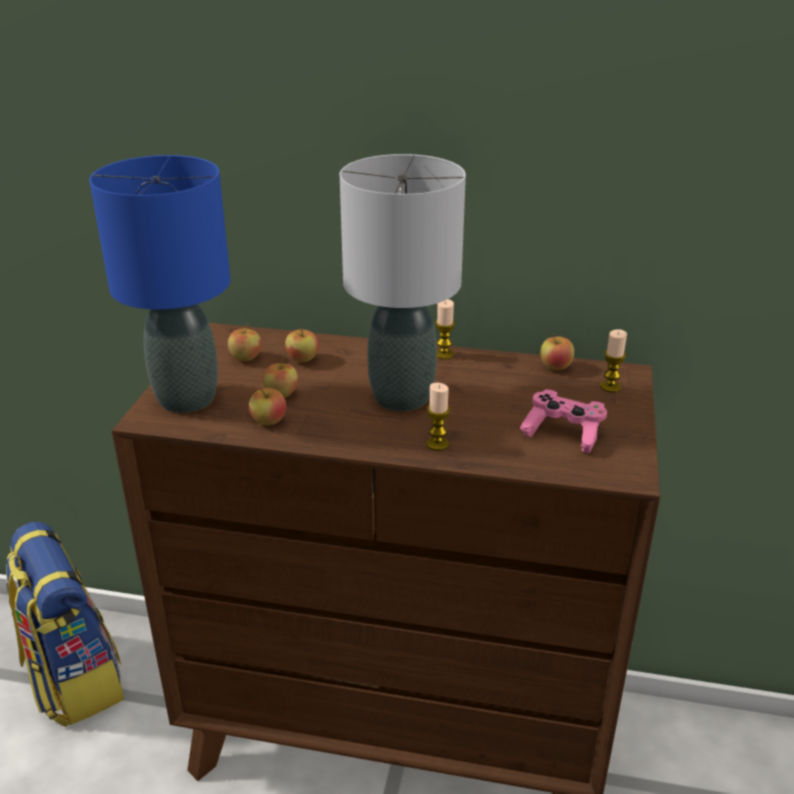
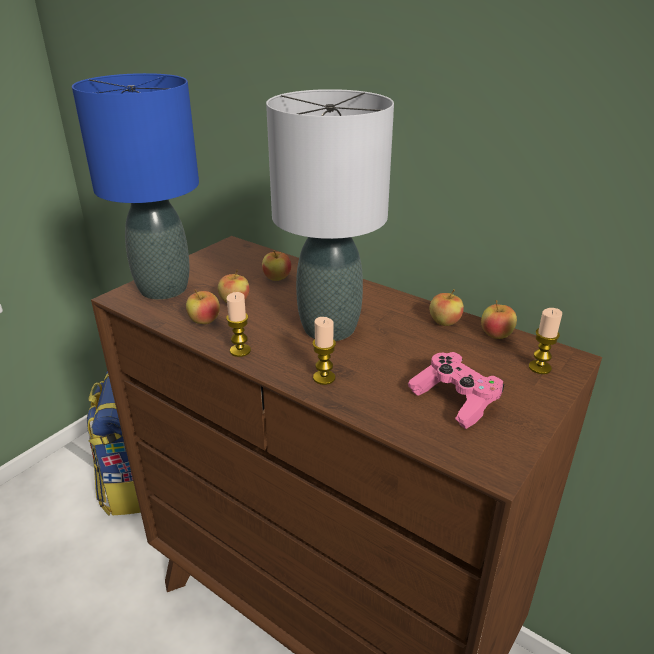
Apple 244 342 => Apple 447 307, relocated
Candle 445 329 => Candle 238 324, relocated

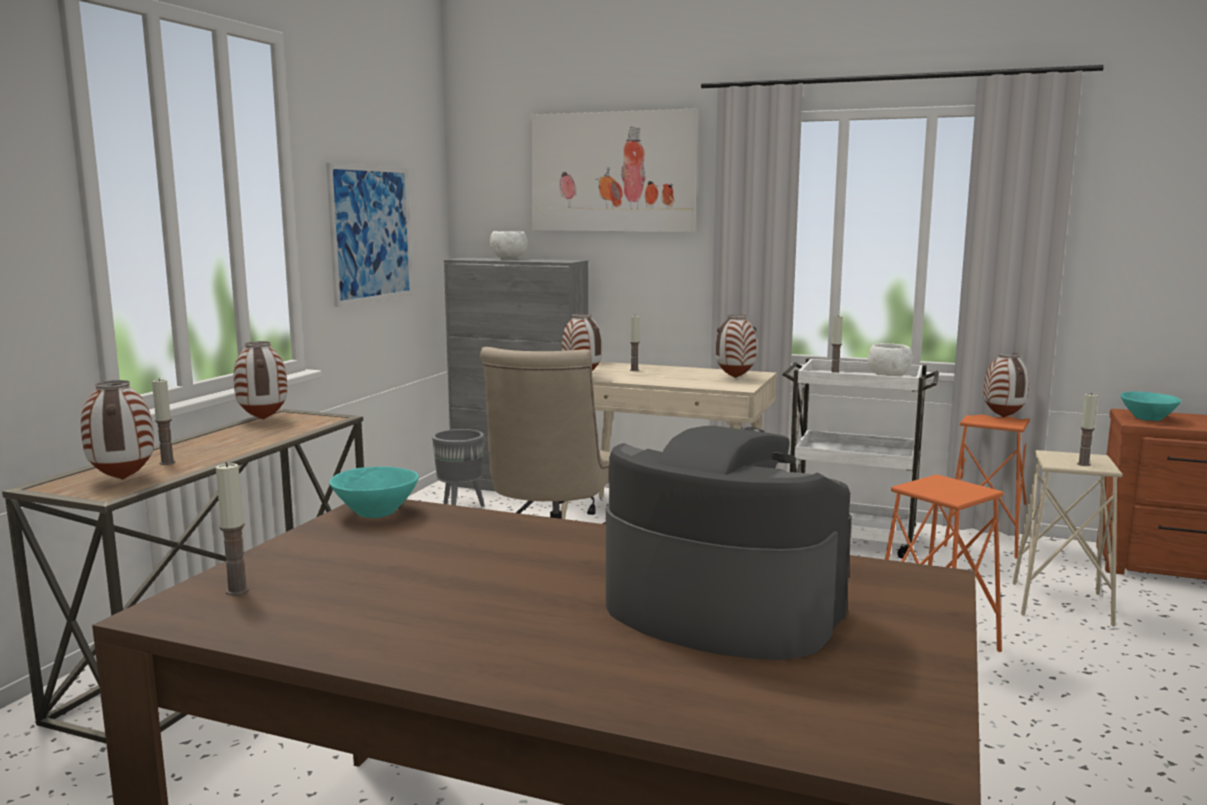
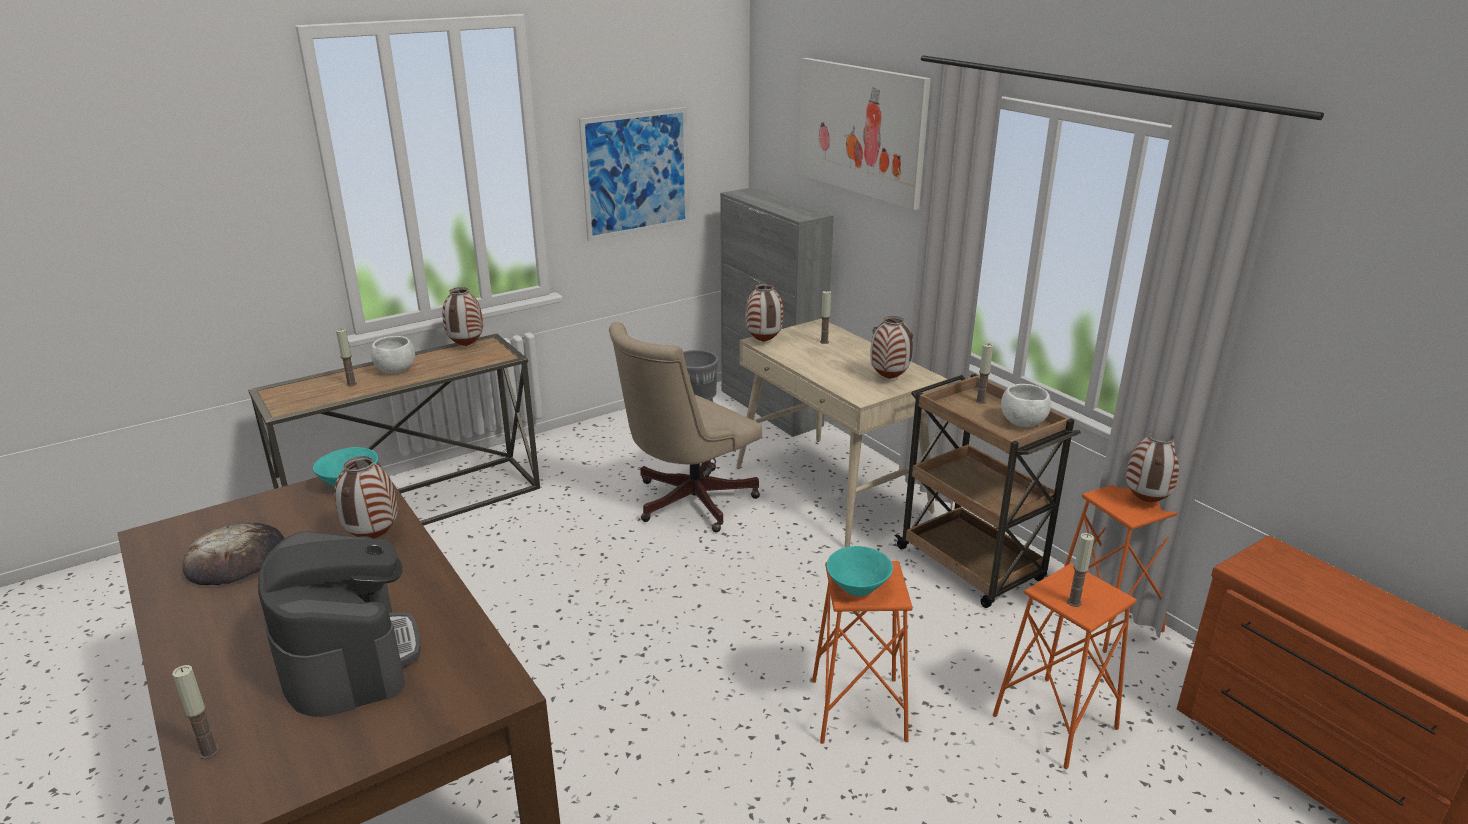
Vase 117 430 => Vase 365 497, relocated
Candle 233 528 => Candle 196 712, relocated
WhiteBowl 508 245 => WhiteBowl 393 354, relocated
WhiteCart 861 458 => BrownCart 988 491
BeigeStool 1067 538 => OrangeStool 1065 666
TurquoiseBowl 1151 406 => TurquoiseBowl 860 571, relocated
nothing => Bread 234 554

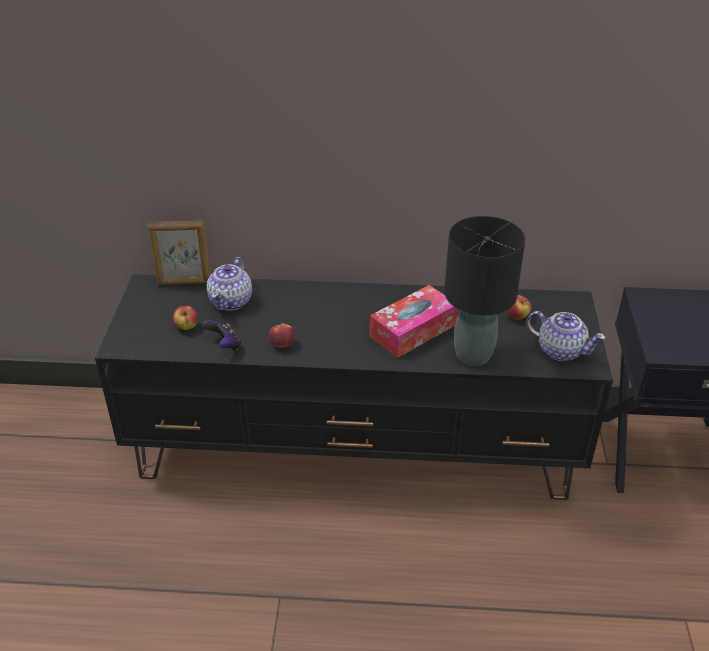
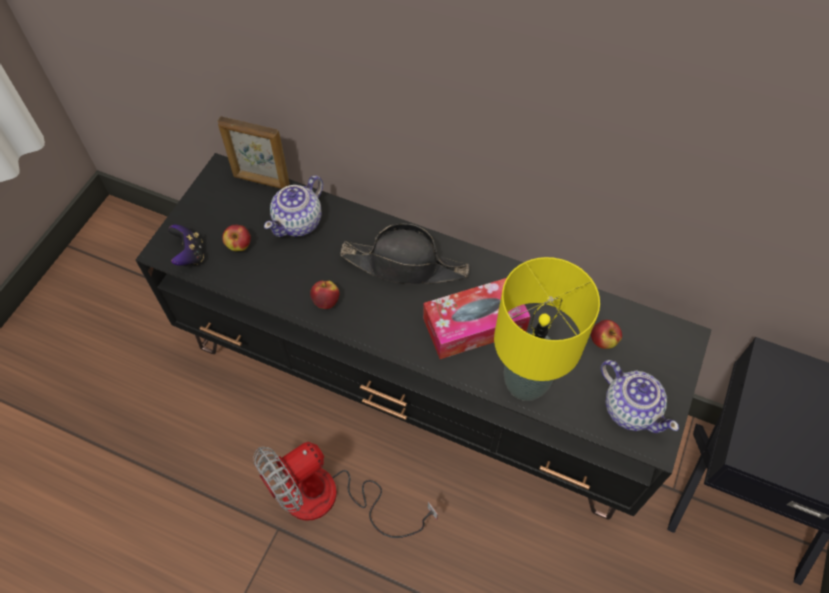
GameController 222 335 => GameController 186 245, relocated
BlackTableLamp 484 291 => YellowTableLamp 547 329
nothing => Fan 346 490
nothing => BlackHat 404 254

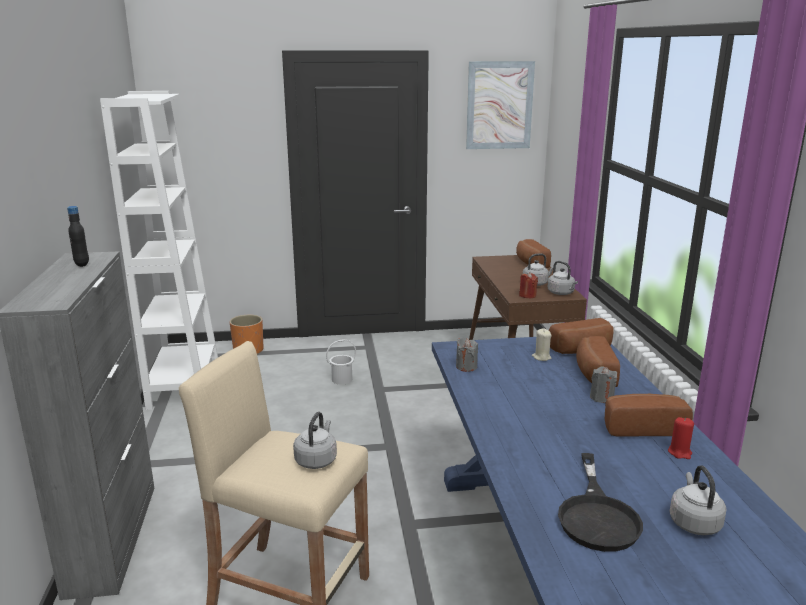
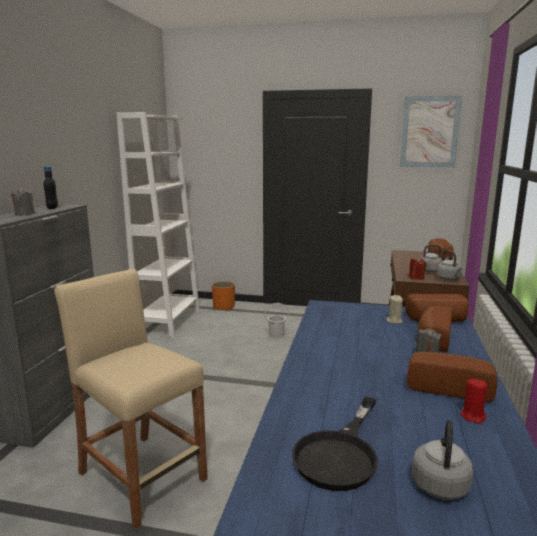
GreyKettle 315 440 => nothing
GreyCandle 467 354 => GreyCandle 23 201, relocated

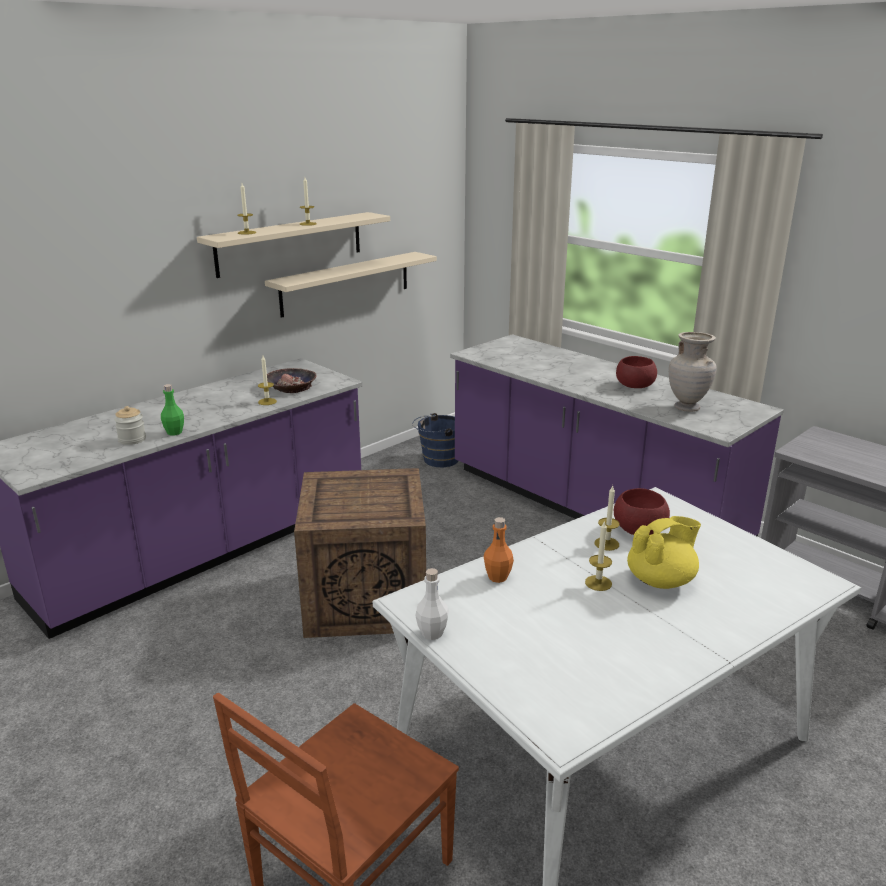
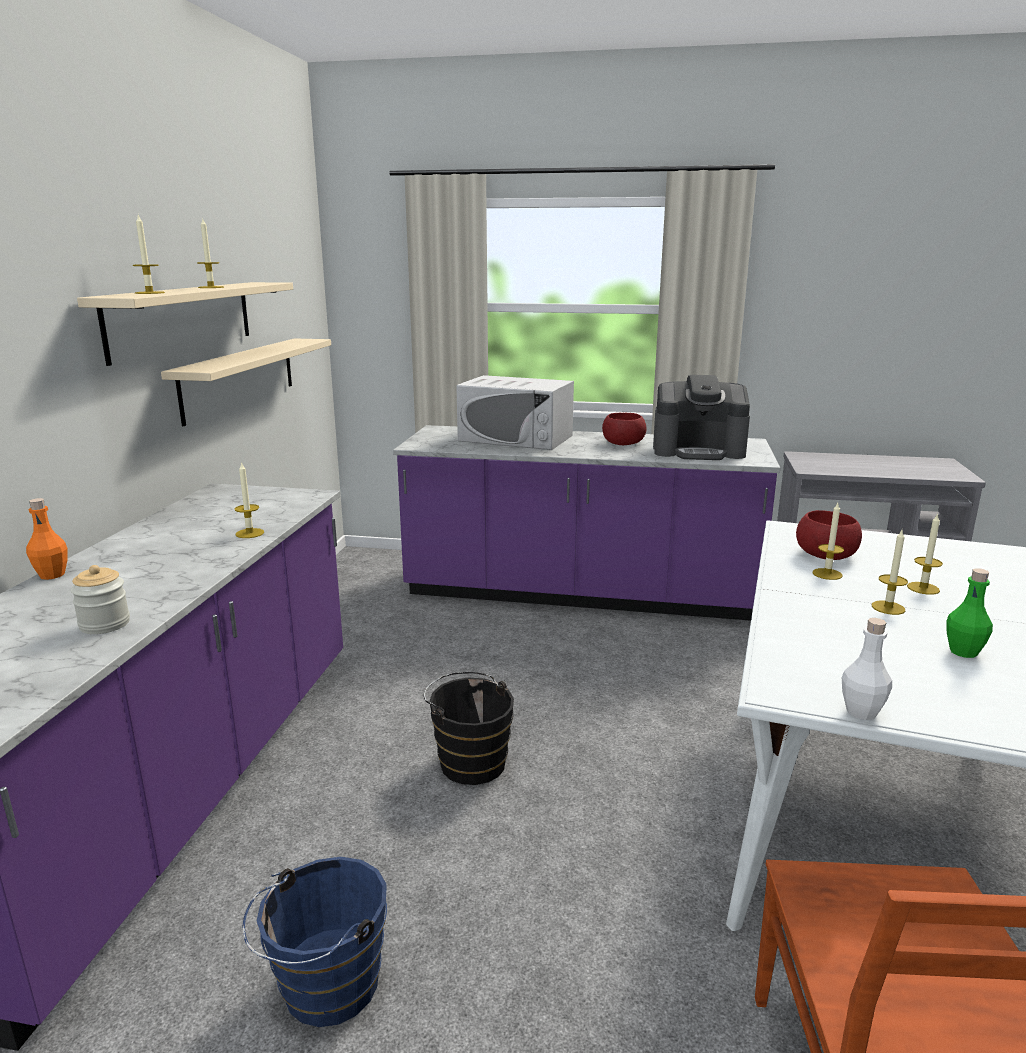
GreenBottle 172 410 => GreenBottle 970 613, relocated
Bowl 292 380 => nothing
Crate 360 553 => BlackBucket 469 728
BlueBucket 435 440 => BlueBucket 315 942, relocated
OrangeBottle 499 550 => OrangeBottle 47 539, relocated
YellowTeapot 664 552 => Candle 925 554
BeigeVase 693 372 => CoffeeMachine 701 417
nothing => WhiteMicrowave 515 412

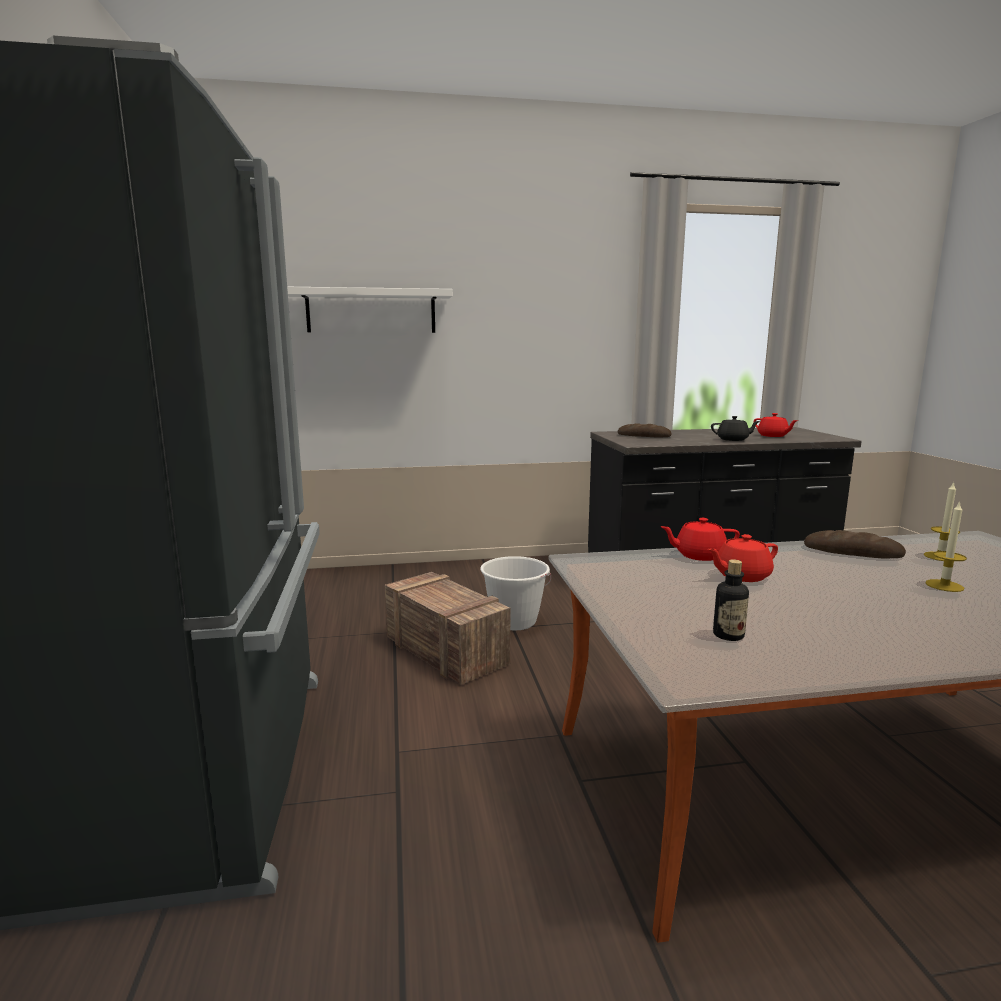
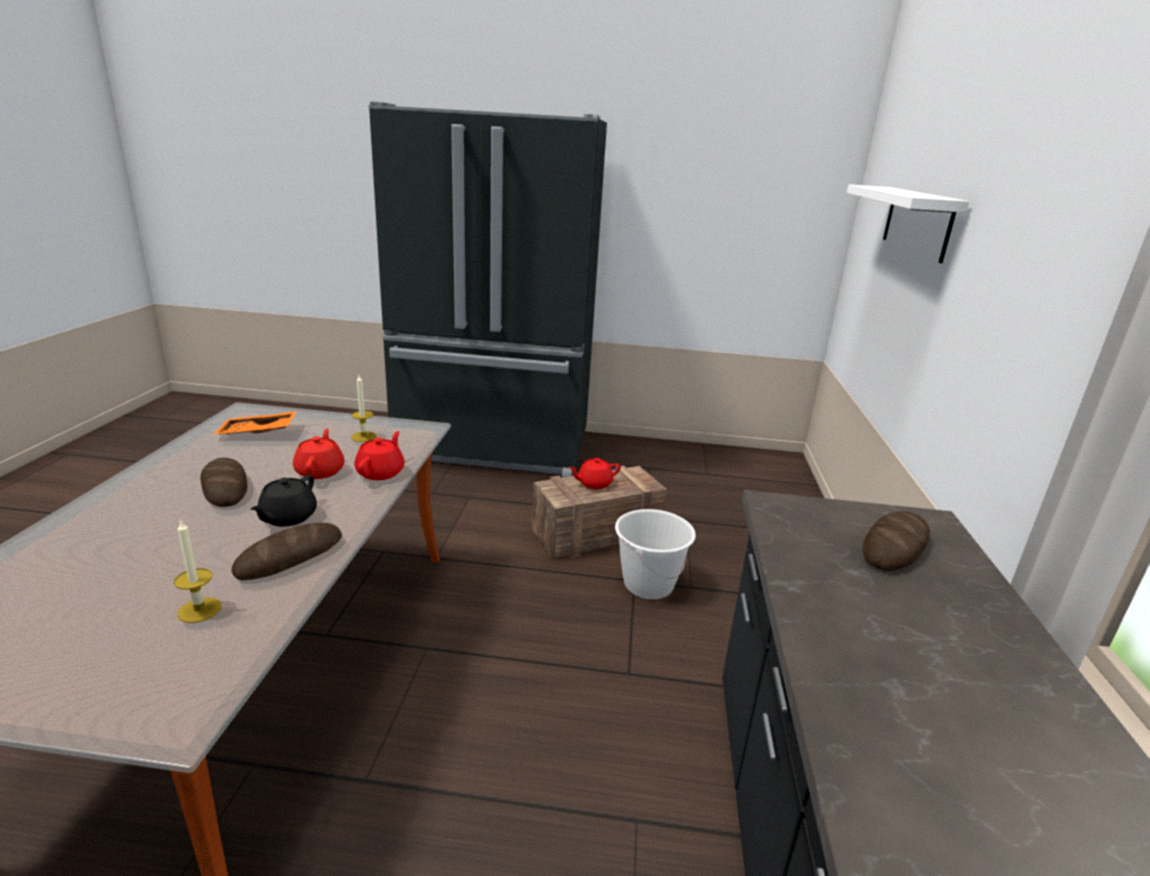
BlackTeapot 735 428 => BlackTeapot 283 501, relocated
Bottle 731 600 => OrangeTray 255 423
RedTeapot 776 425 => RedTeapot 594 473, relocated
Candle 946 546 => Candle 364 408, relocated
nothing => Bread 223 482

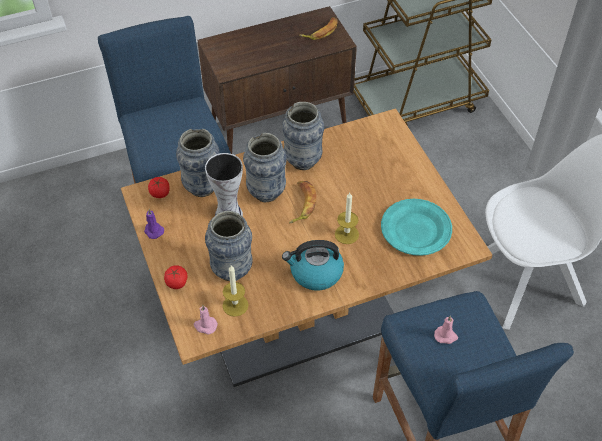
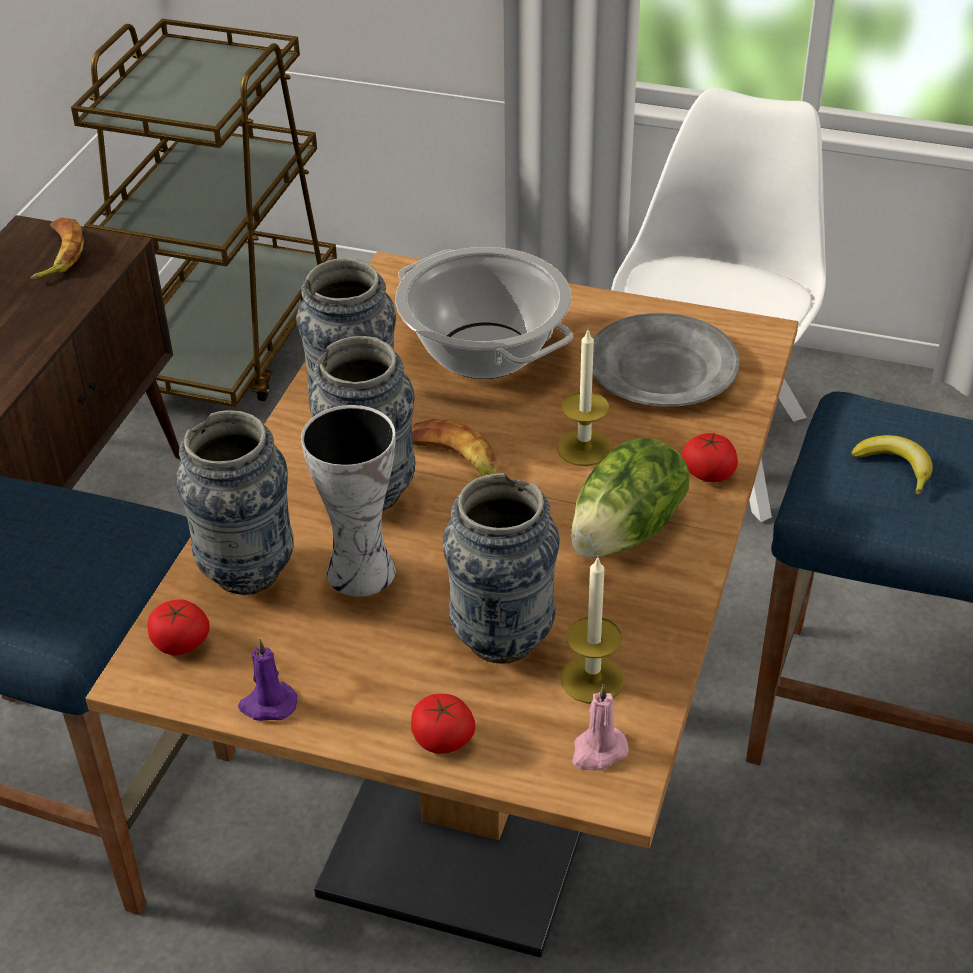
Kettle 313 265 => Lettuce 630 498
TurquoisePlate 416 227 => GreyPlate 666 360
PinkCandle 446 329 => Banana 892 465
nothing => CookingPot 484 313
nothing => Tomato 710 457

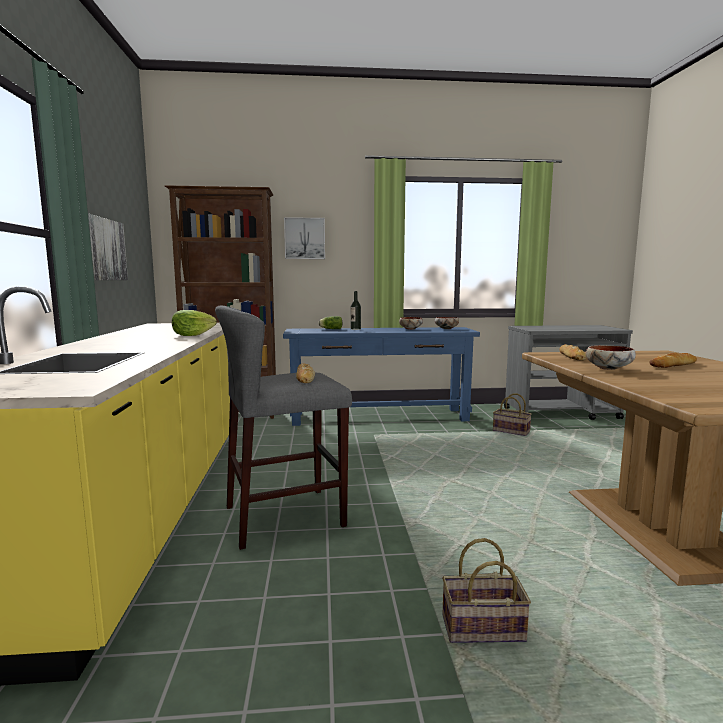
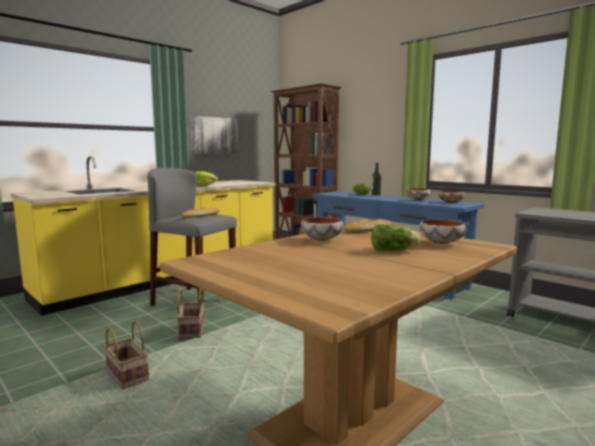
Picture 304 238 => nothing
Basket 512 414 => Basket 190 314, relocated
Bread 673 360 => Lettuce 395 237
nothing => Bowl 442 231

